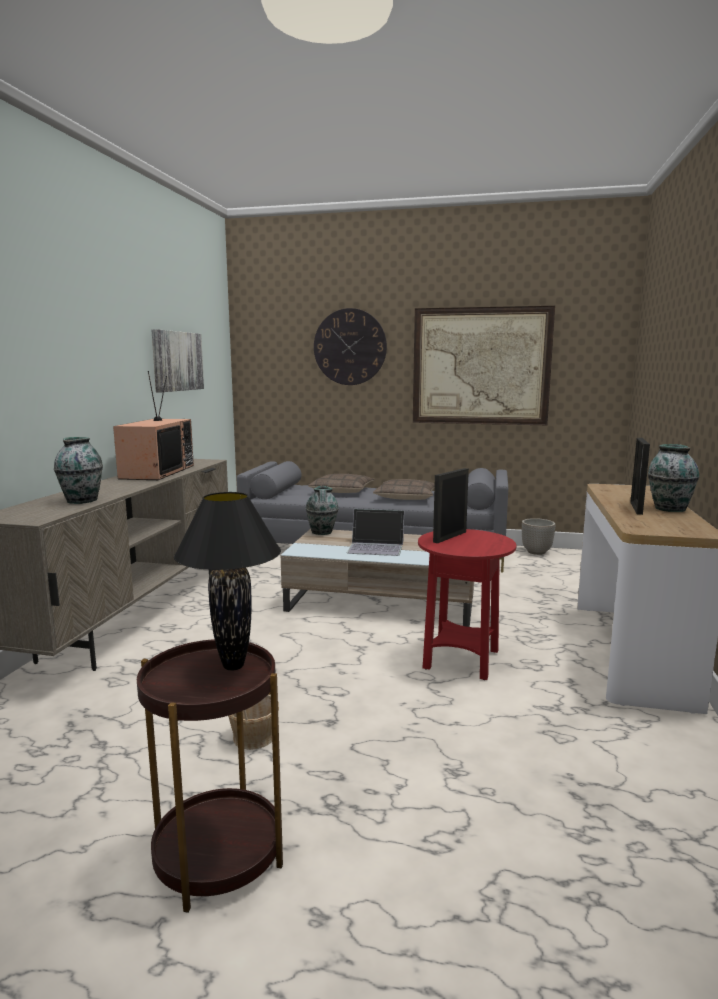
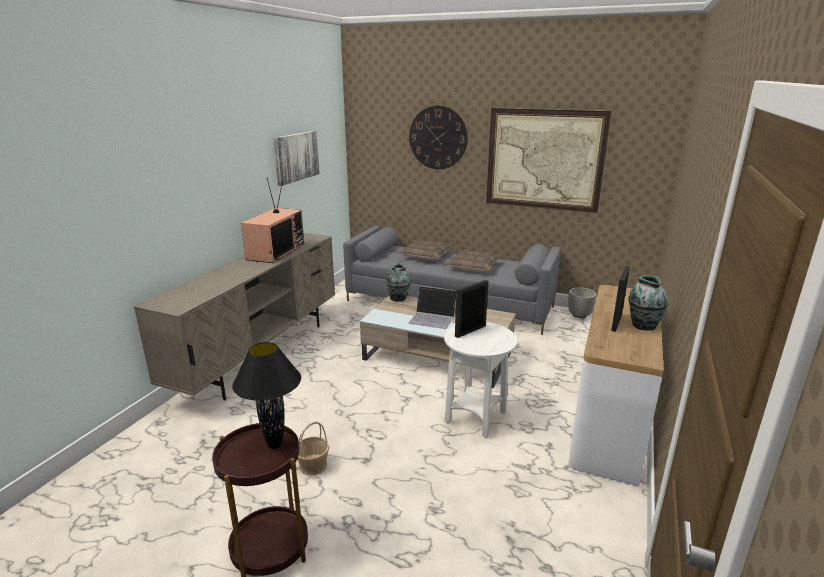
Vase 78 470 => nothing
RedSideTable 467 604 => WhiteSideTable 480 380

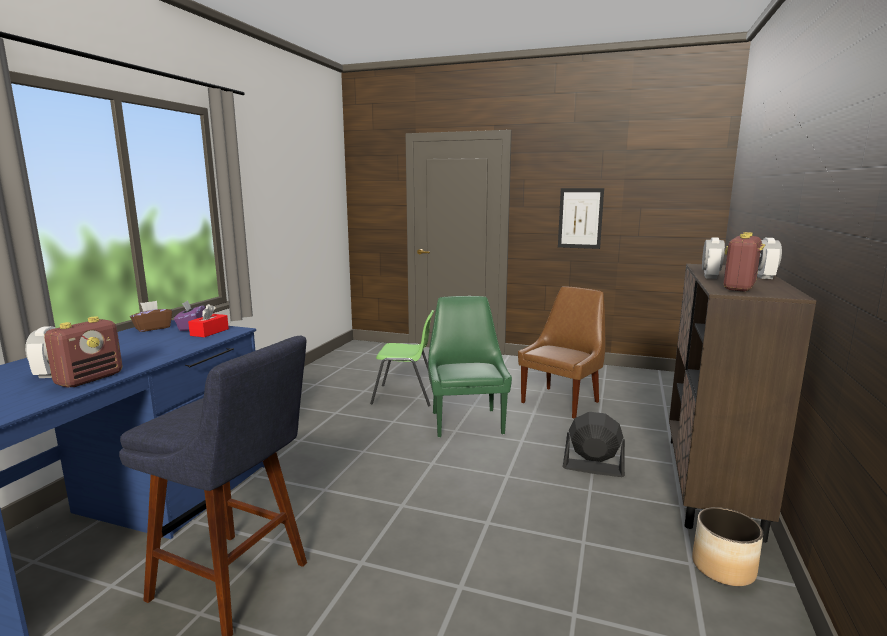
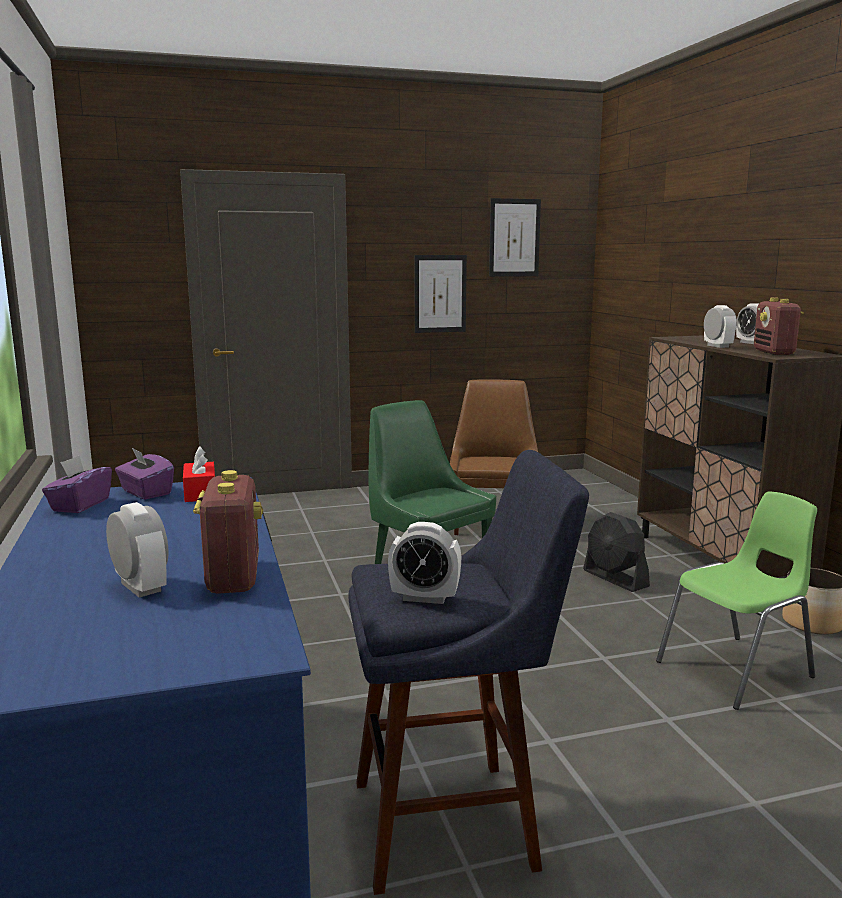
BrownTissueBox 151 316 => PurpleTissueBox 77 484
GreenChair 402 358 => GreenChair 736 600, relocated
BlackFan 594 444 => BlackFan 616 552, 105 degrees counterclockwise
nothing => AlarmClock 424 563
nothing => Picture 515 237

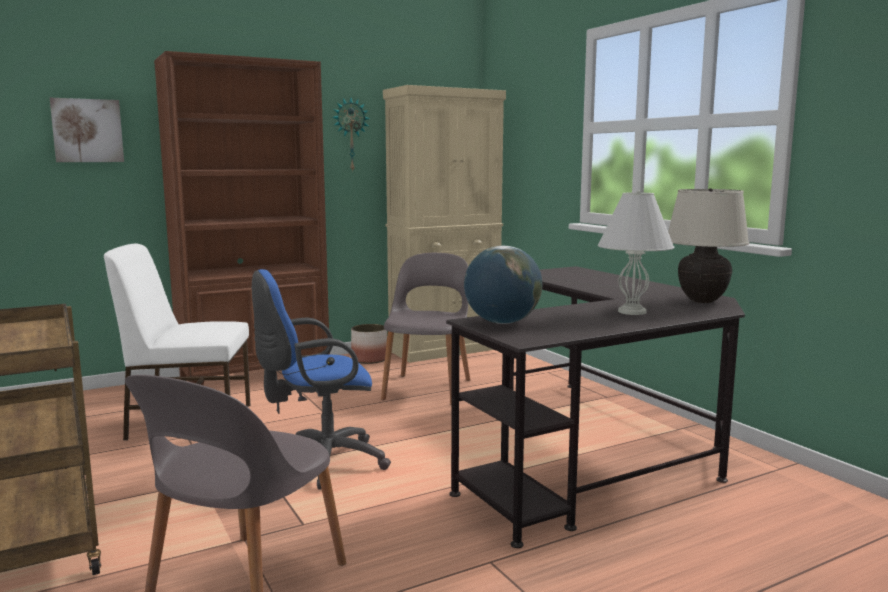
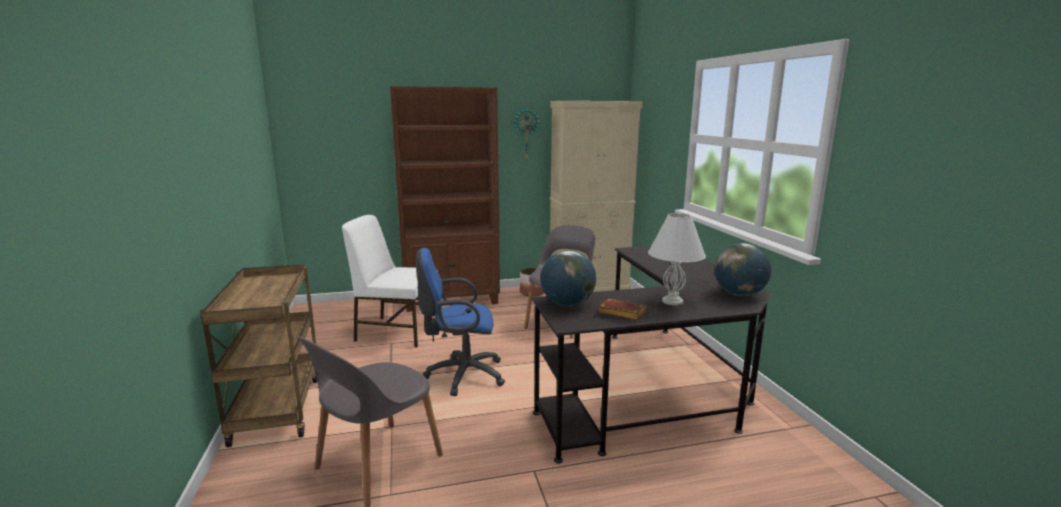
Picture 87 130 => nothing
BeigeTableLamp 708 245 => Globe 743 269
nothing => BrownBook 622 309

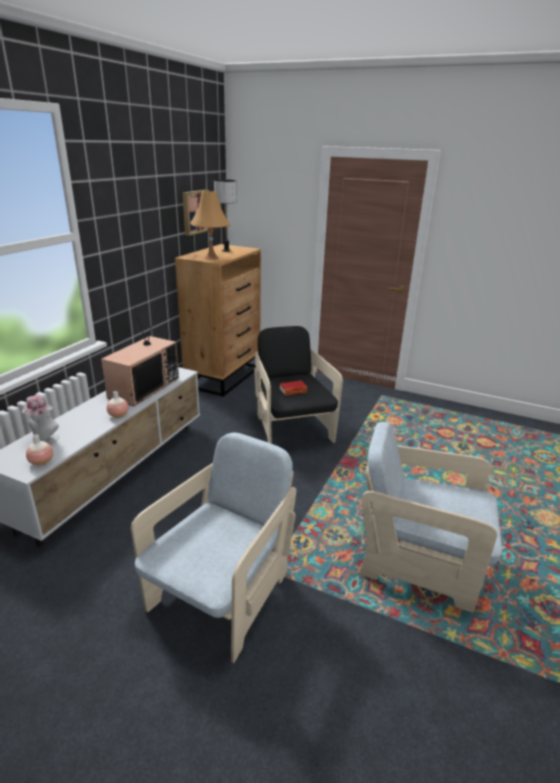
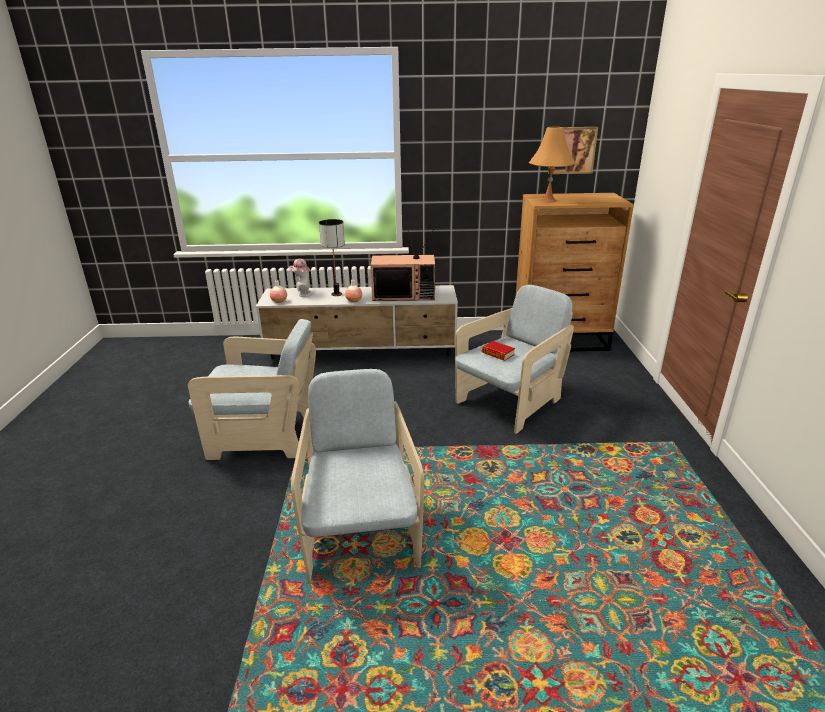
TableLamp 225 216 => TableLamp 332 257, relocated
BlackArmchair 298 385 => BeigeArmchair 514 359

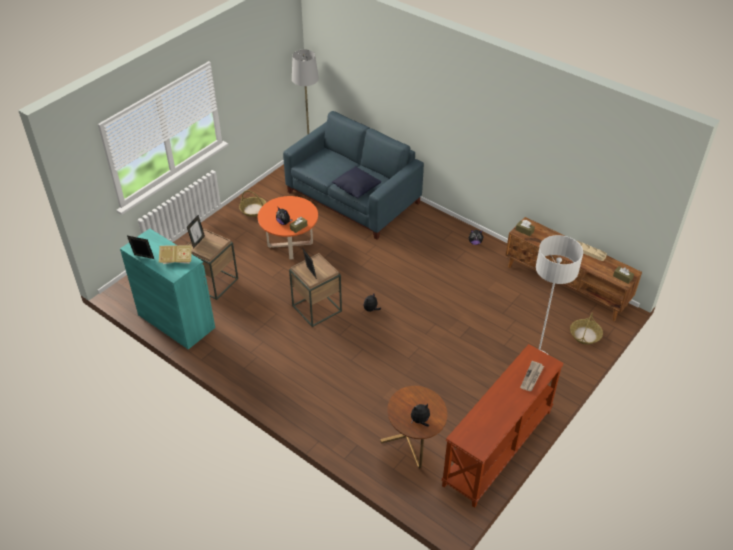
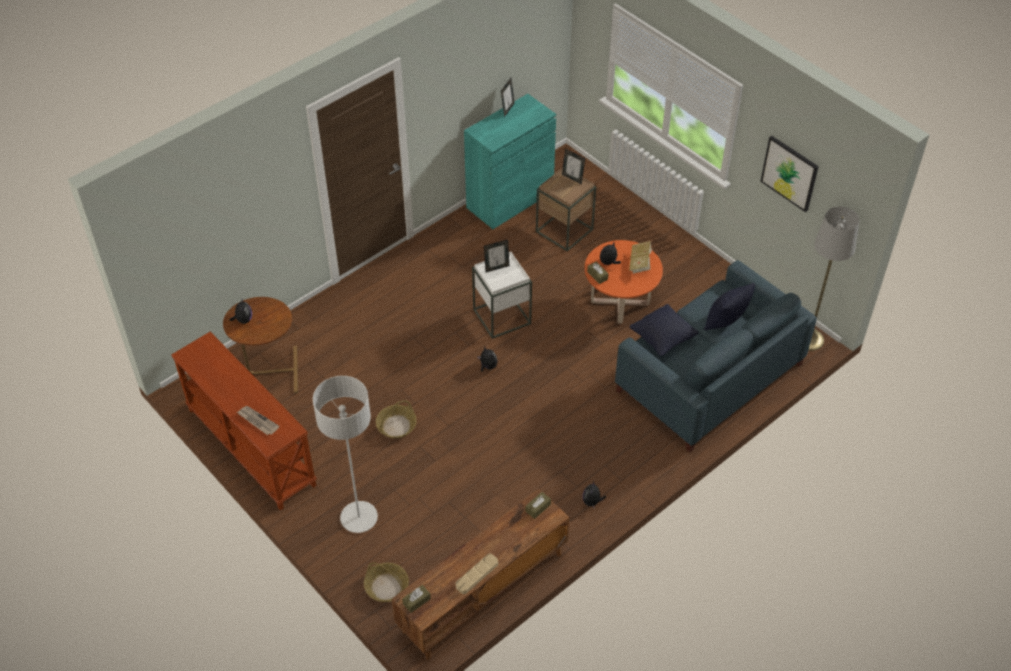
Book 175 254 => Book 641 257, relocated
Basket 253 203 => Basket 396 419, relocated
BrownSideTable 315 290 => WhiteSideTable 502 295
nothing => BlackPillow 729 307
nothing => Picture 789 174

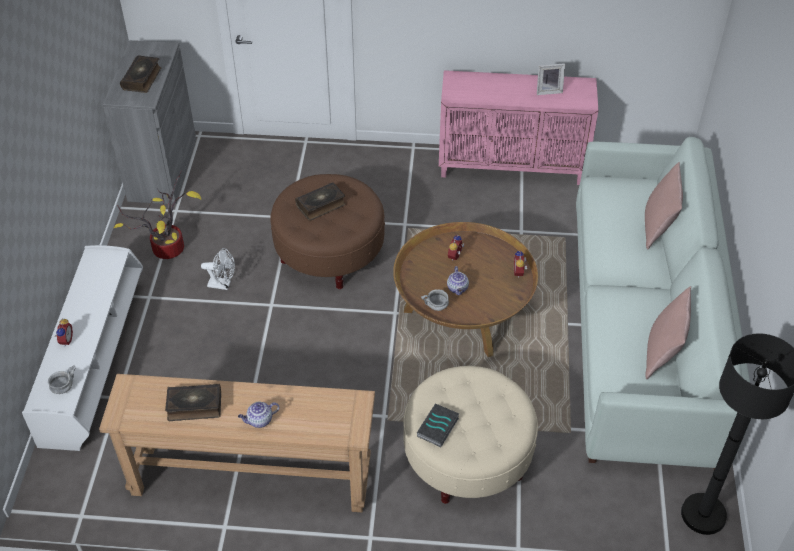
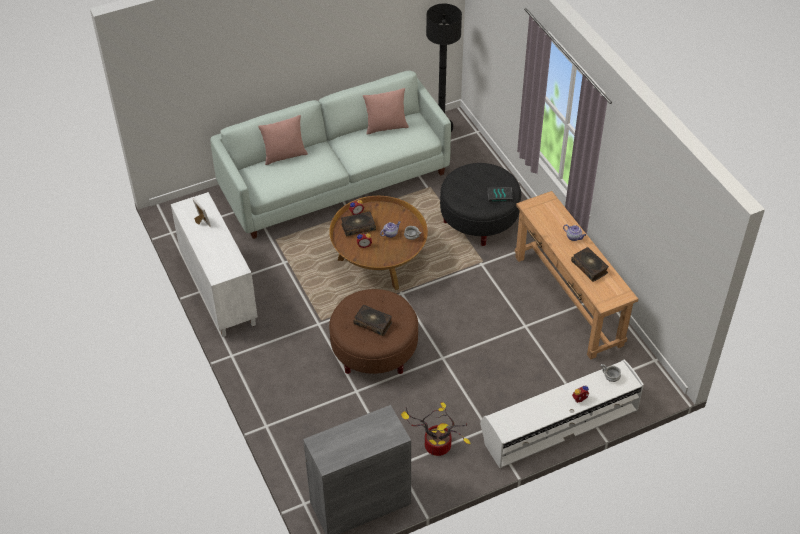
Book 141 74 => Book 358 224, relocated
WhiteFan 218 269 => nothing
BeigeOttoman 470 435 => BlackOttoman 480 204
PinkCabinet 518 127 => WhiteCabinet 214 264

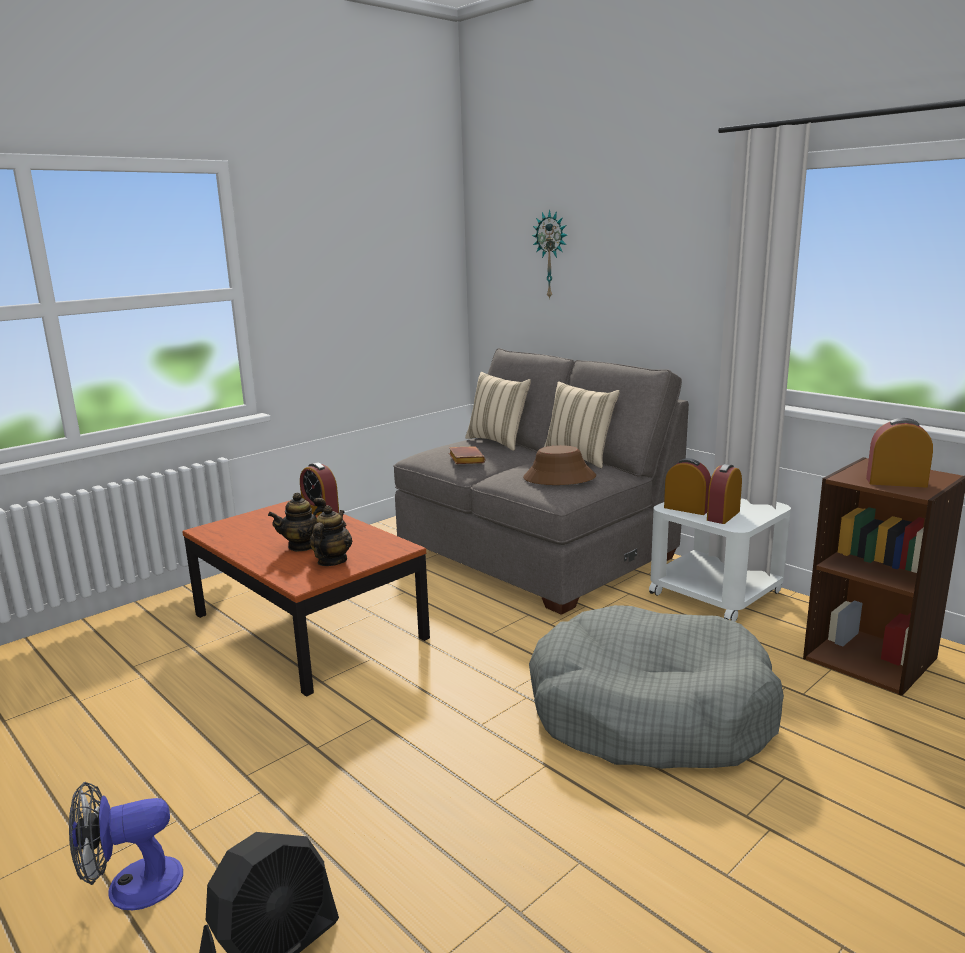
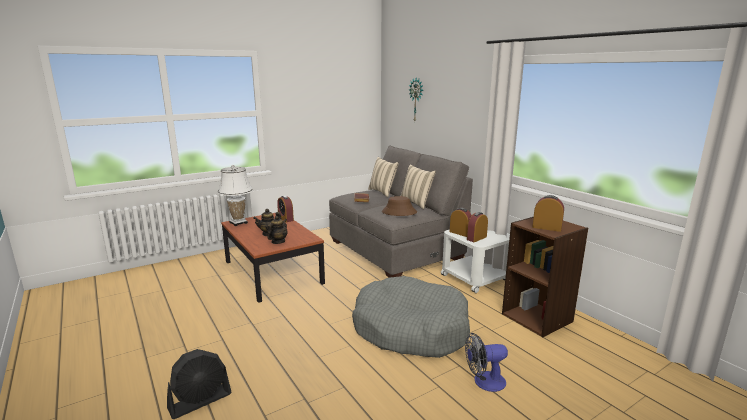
Fan 126 846 => Fan 486 362, relocated
nothing => WhiteTableLamp 235 195

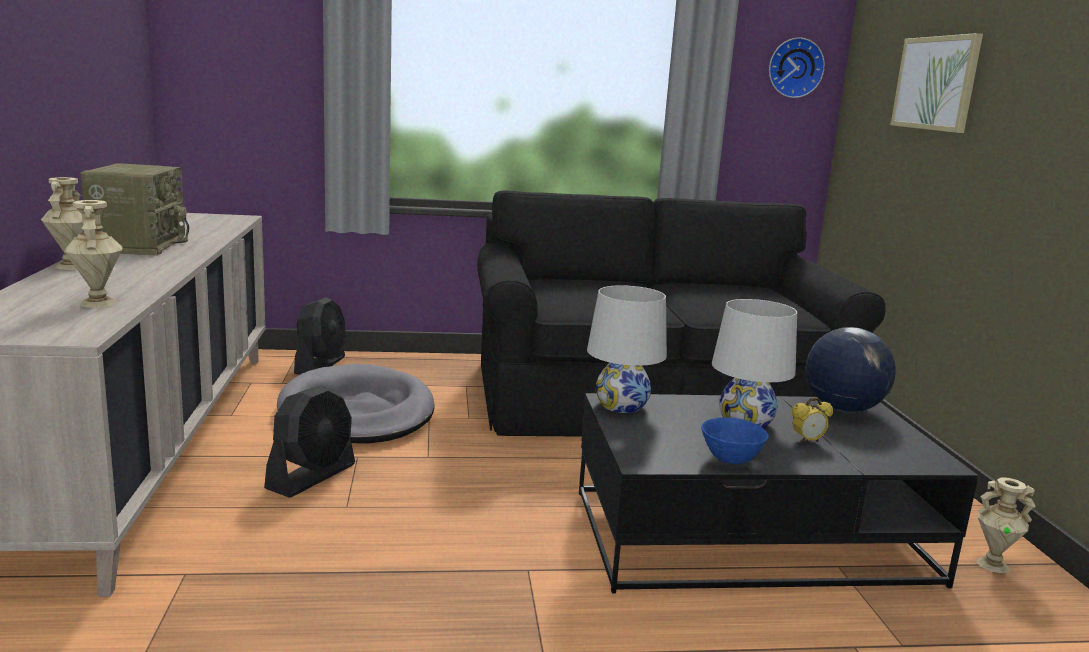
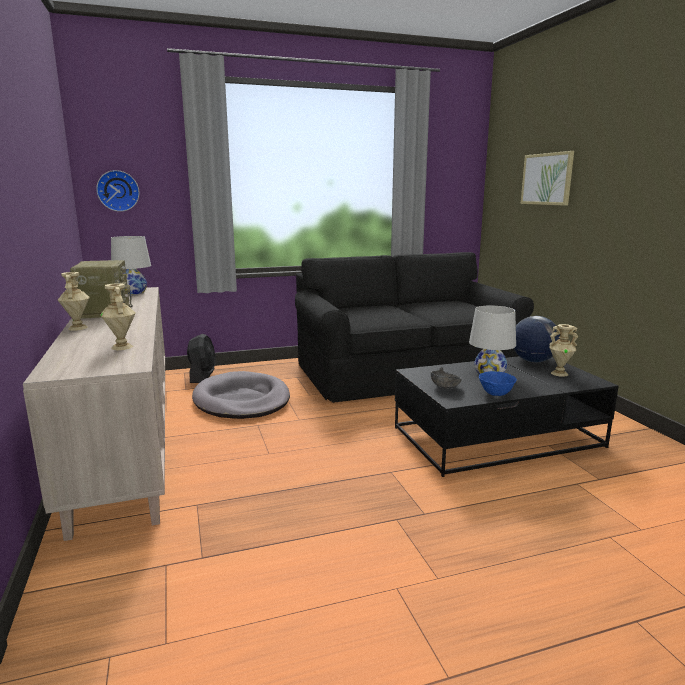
BlackFan 309 441 => nothing
WhiteTableLamp 627 349 => WhiteTableLamp 131 265, relocated
WallClock 797 67 => WallClock 117 191, relocated
AlarmClock 812 420 => nothing
BeigeVase 1006 525 => BeigeVase 563 350, relocated
nothing => GreyBowl 446 378

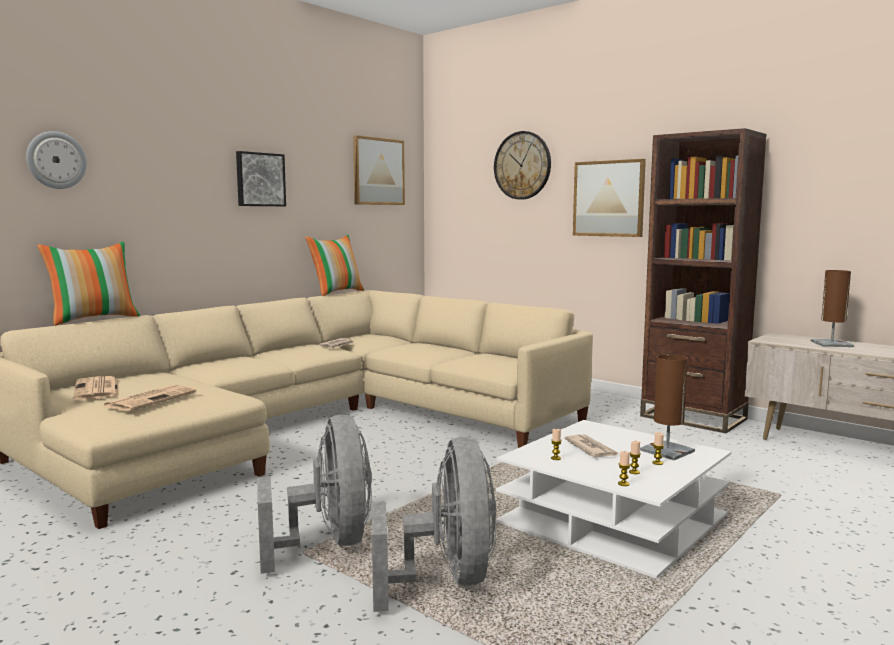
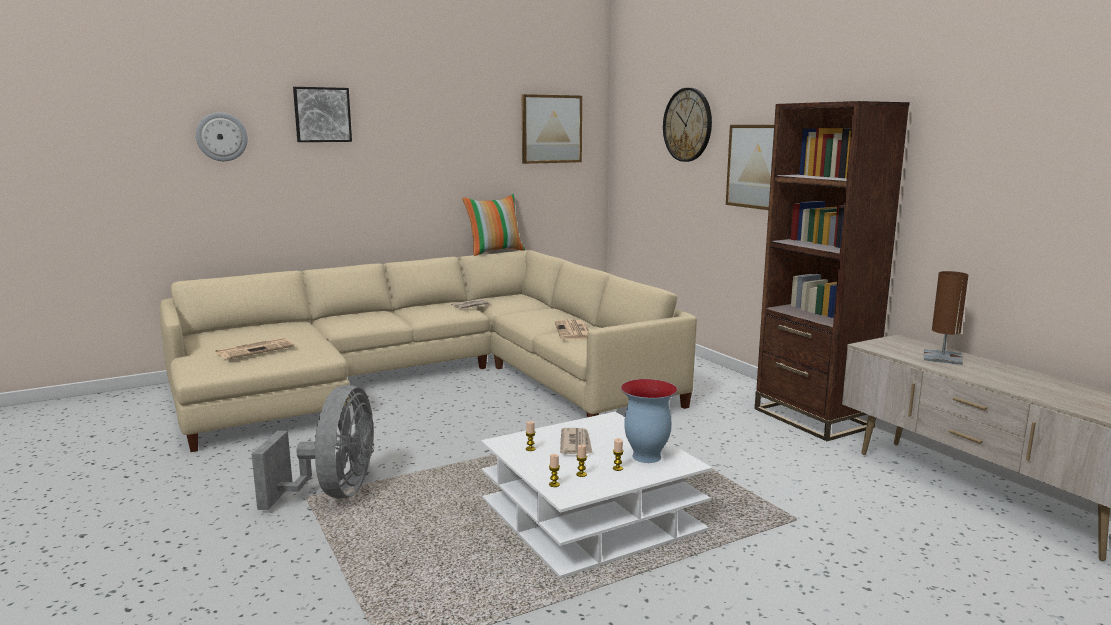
Pillow 88 284 => nothing
Newspaper 96 388 => Newspaper 572 329, relocated
Picture 261 178 => Picture 322 114, relocated
GreyFan 434 524 => nothing
BrownTableLamp 667 407 => Vase 649 421

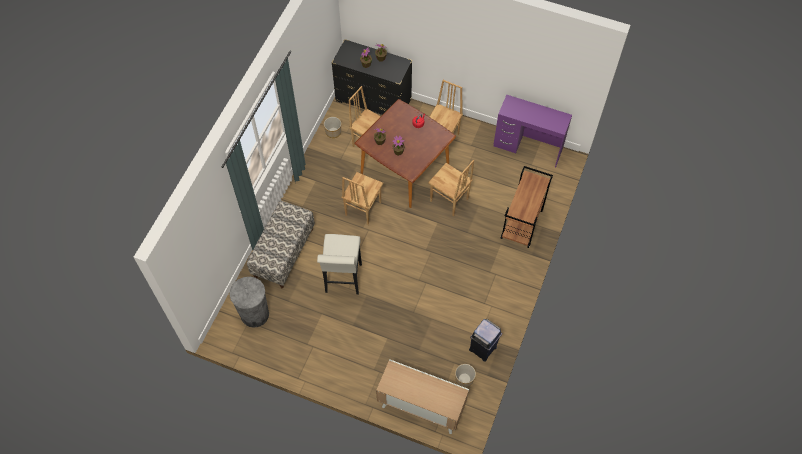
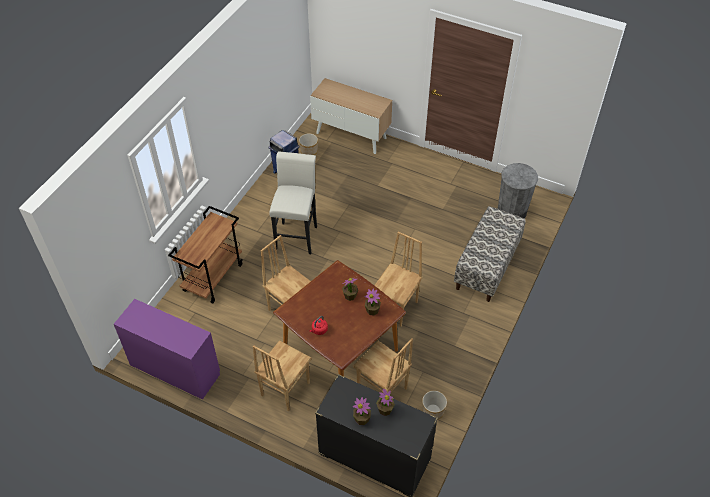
WhiteStool 339 264 => WhiteStool 293 202, relocated

